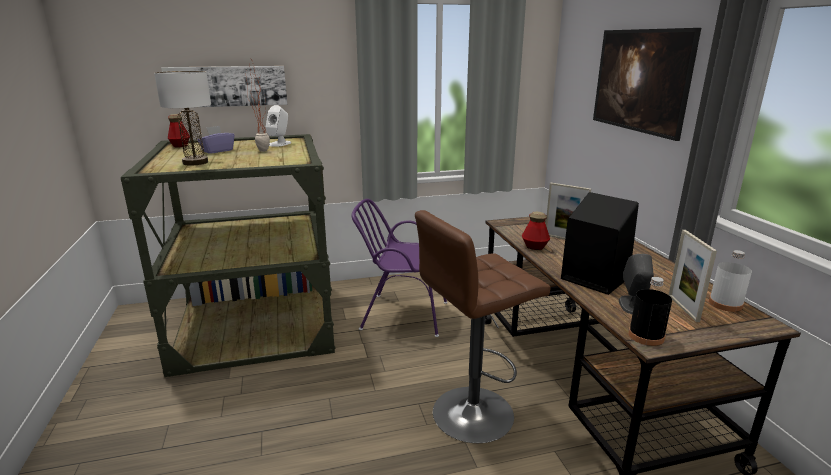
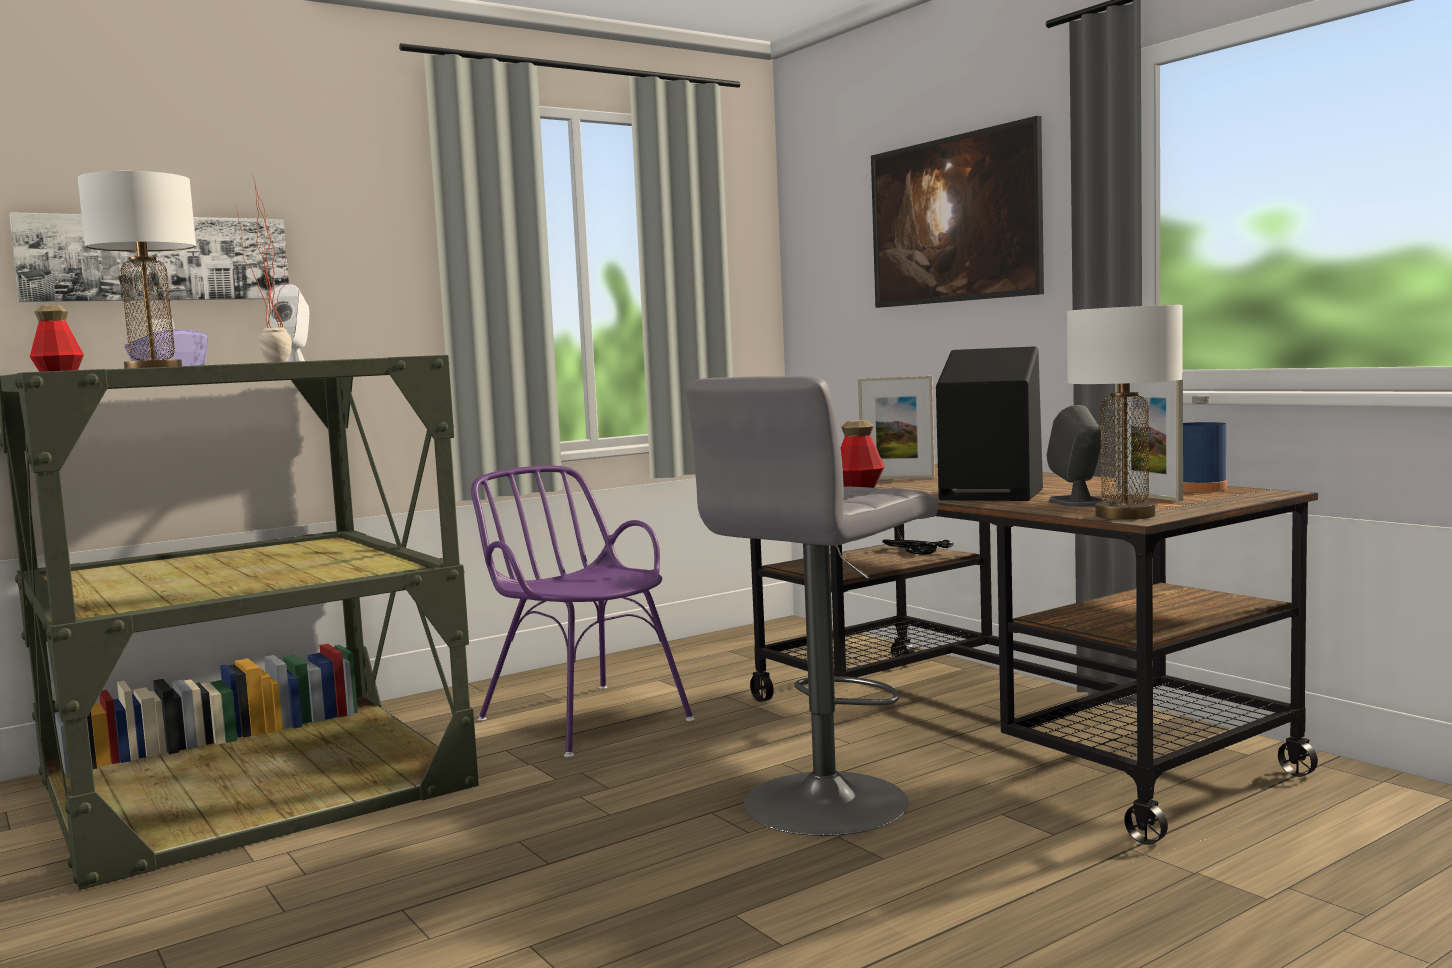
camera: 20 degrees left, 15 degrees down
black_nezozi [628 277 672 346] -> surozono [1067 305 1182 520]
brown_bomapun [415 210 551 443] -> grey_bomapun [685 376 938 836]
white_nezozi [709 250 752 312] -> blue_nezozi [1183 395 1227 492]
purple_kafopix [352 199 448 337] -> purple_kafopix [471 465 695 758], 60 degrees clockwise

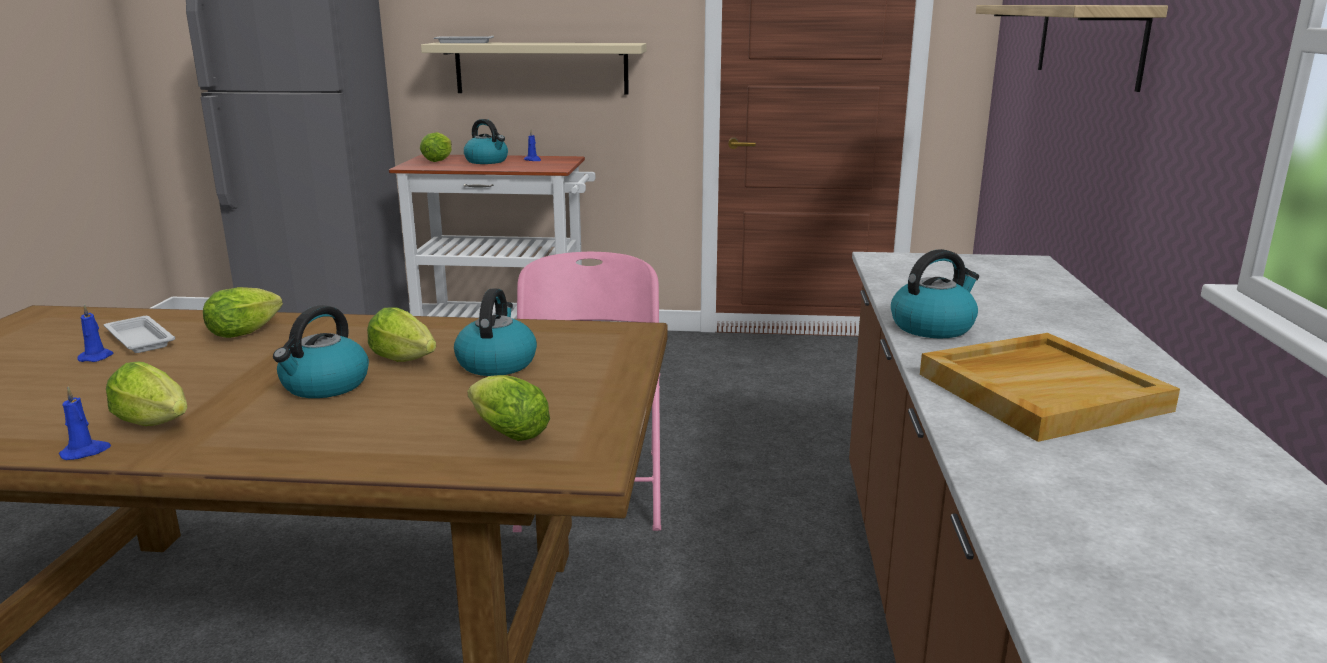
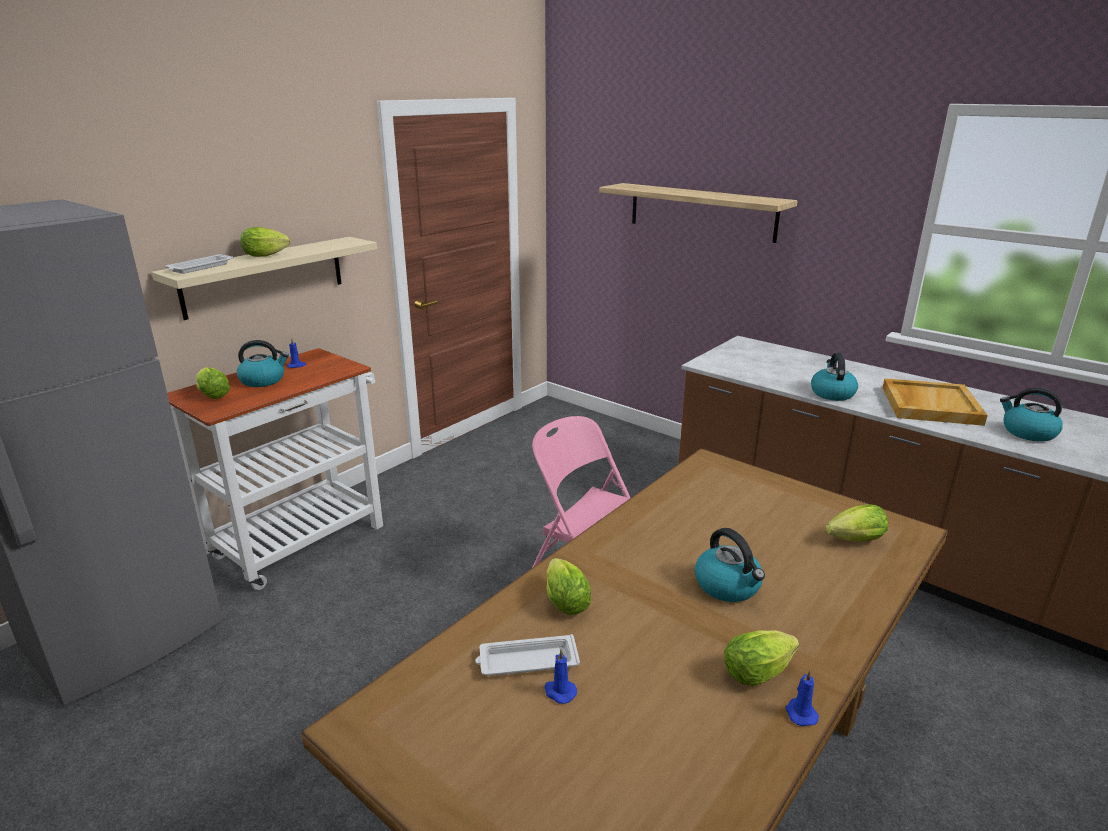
camera: 55 degrees left, 5 degrees up
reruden [367 307 436 362] -> reruden [240 227 291 257], move
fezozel [454 289 537 376] -> fezozel [1000 388 1063 442], move

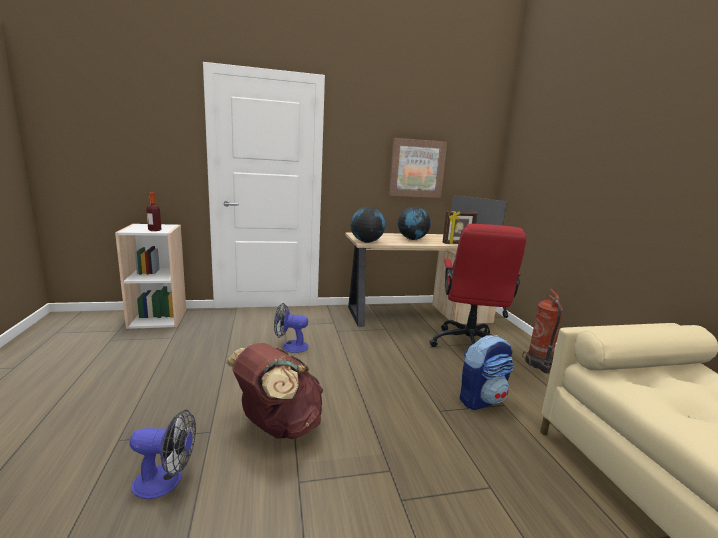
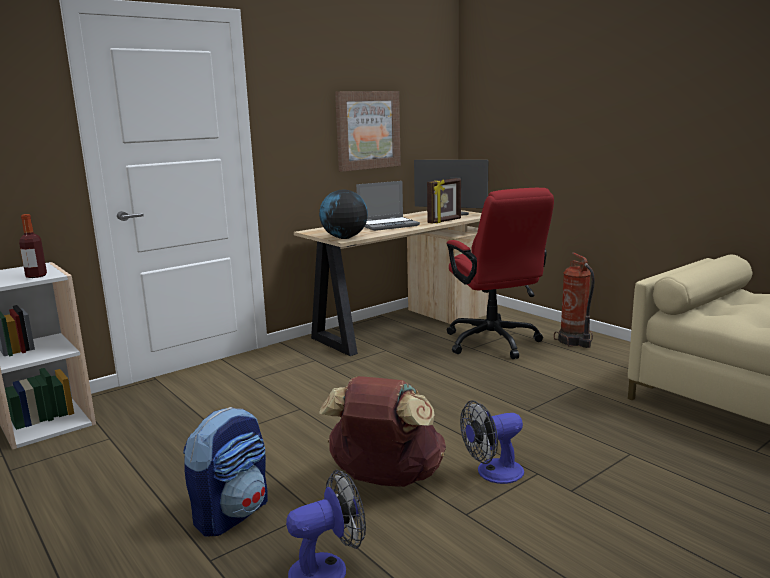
camera: 25 degrees left, 0 degrees up
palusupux [274 303 309 353] -> palusupux [460 400 524 484], move
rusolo [460 335 513 410] -> rusolo [183 407 268 537], move
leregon [398 206 431 240] -> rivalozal [356 181 420 231]

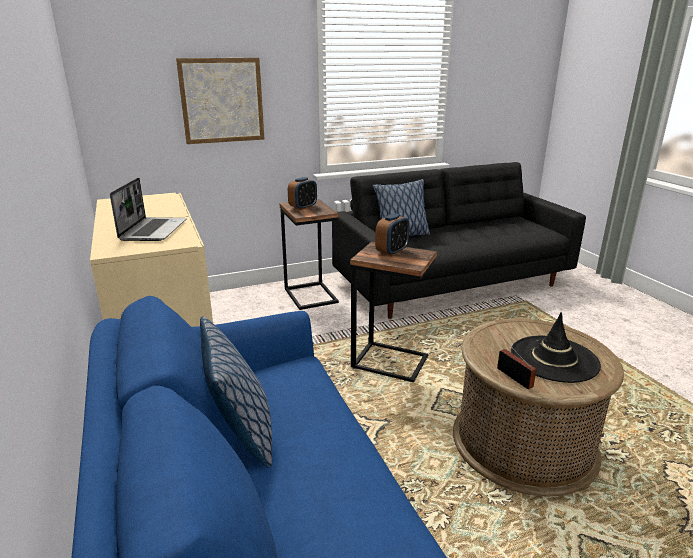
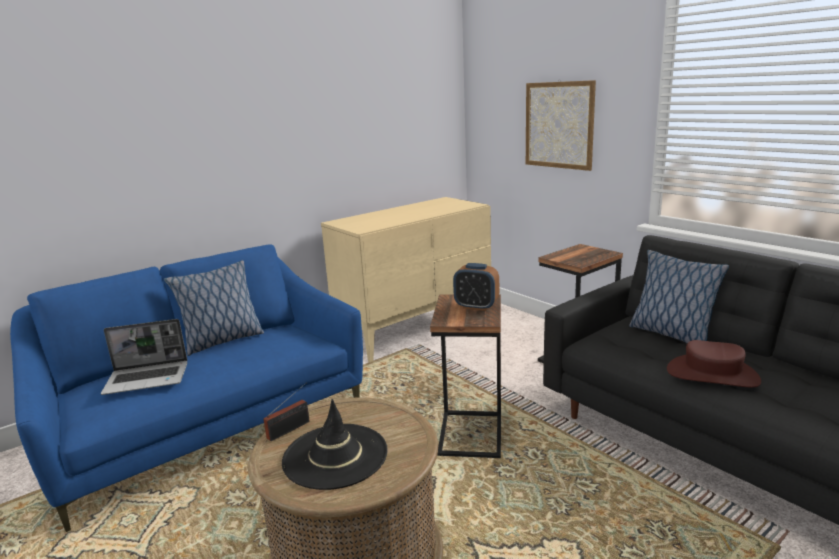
camera: 75 degrees right, 5 degrees down
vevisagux [288 177 317 210] -> none
none -> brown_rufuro [667 340 761 387]
rivalozal [110 177 187 241] -> rivalozal [101 319 187 395], move

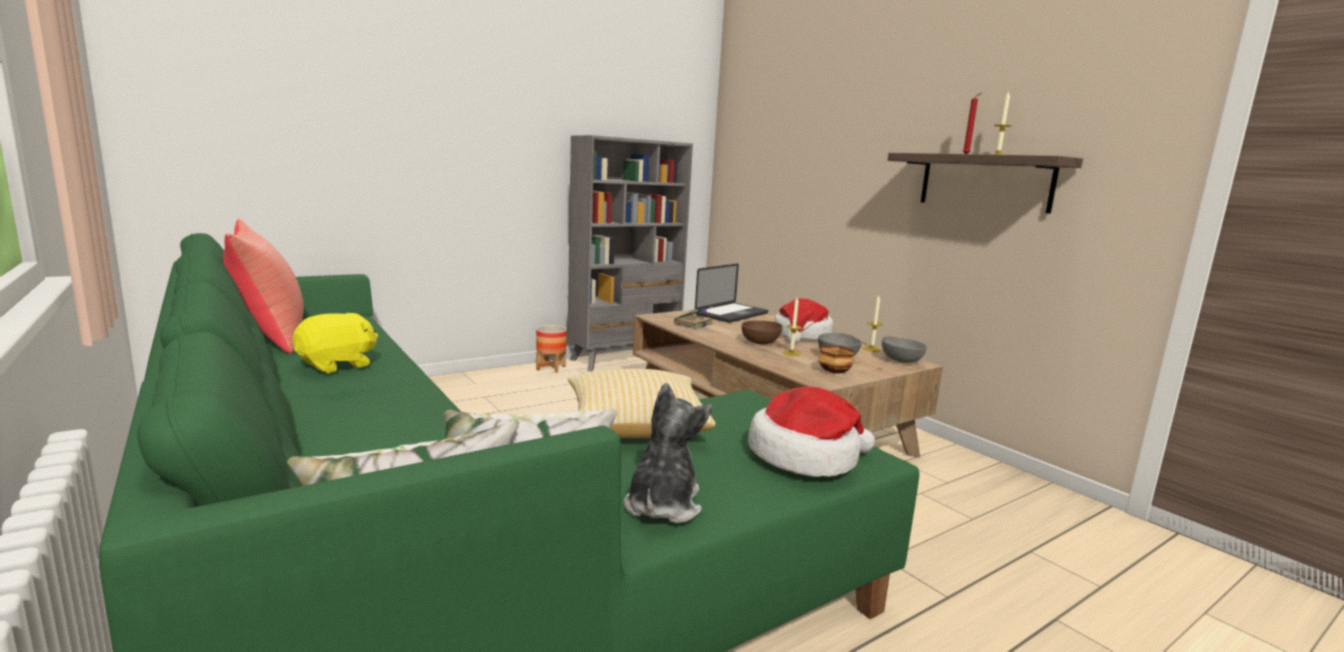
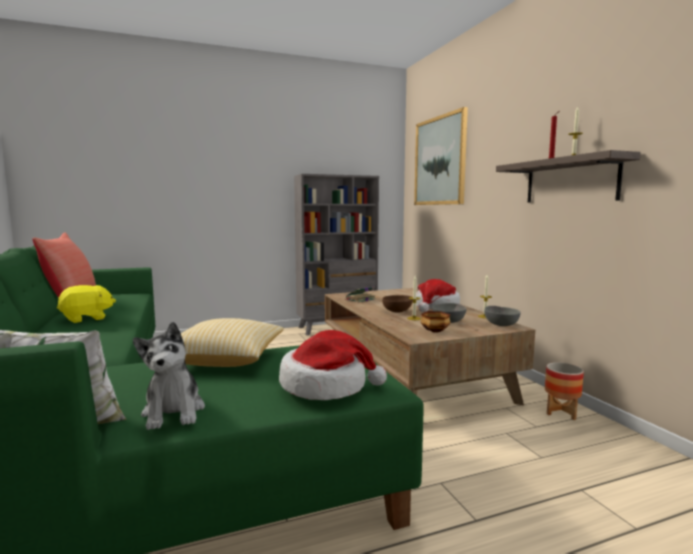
camera: 15 degrees right, 5 degrees down
rivalozal [695 263 768 323] -> none
none -> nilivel [414 107 468 205]
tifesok [536 325 567 373] -> tifesok [545 362 584 420], move
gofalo [624 382 712 523] -> gofalo [133 322 205 430], 135 degrees clockwise

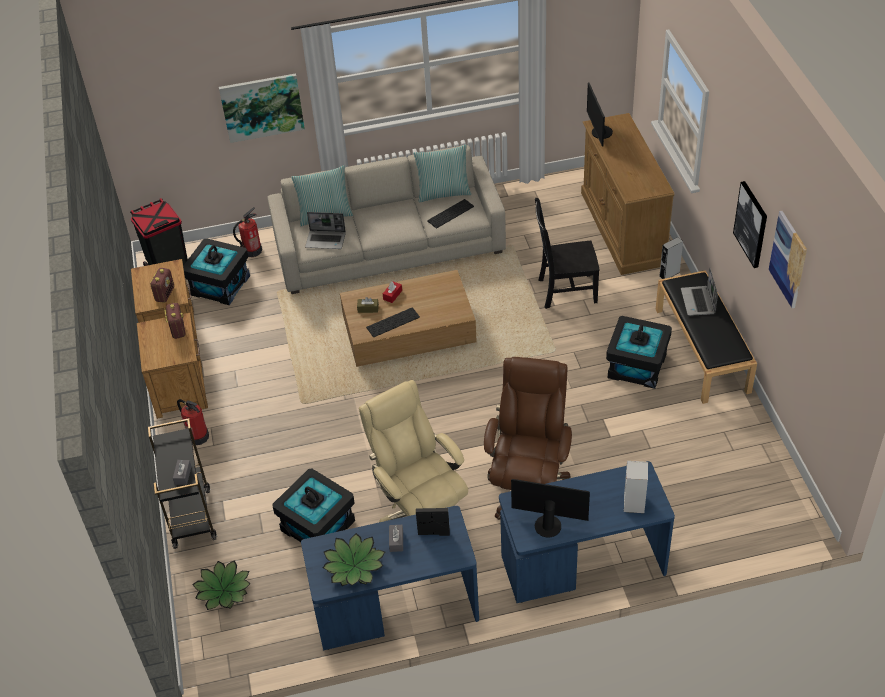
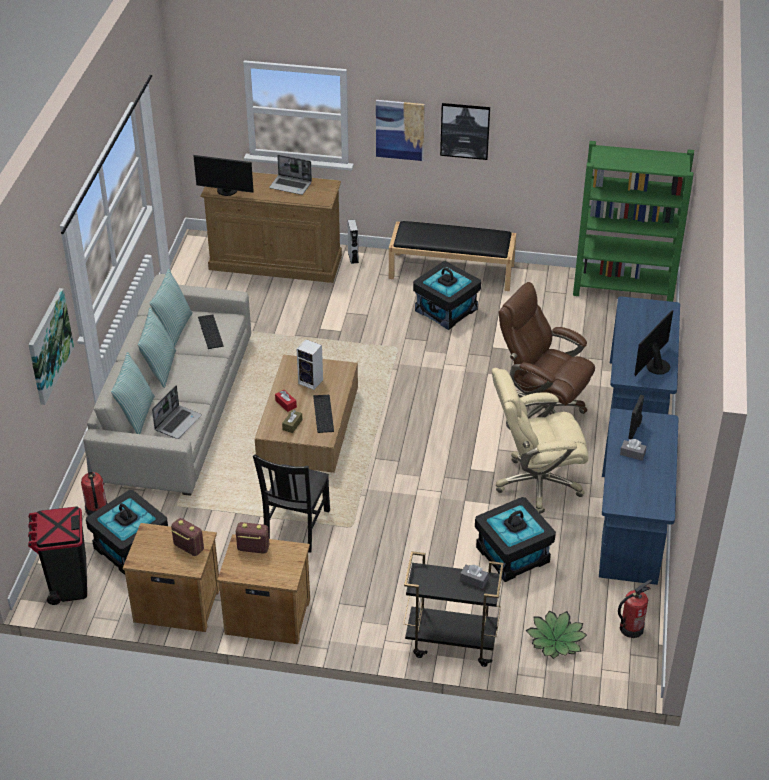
camera: 70 degrees left, 5 degrees down
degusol [323 533 385 586] -> none
none -> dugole [138 307 176 388]
none -> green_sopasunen [573 141 694 302]
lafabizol [177 399 209 445] -> lafabizol [618 579 652 638], move
black_kafopix [535 198 600 309] -> black_kafopix [253 455 330 552], move
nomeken [624 461 648 513] -> nomeken [297 339 323 390], move
rivalozal [681 268 718 316] -> rivalozal [269 155 312 195], move
nilivel [769 211 807 308] -> nilivel [376 100 425 161], move

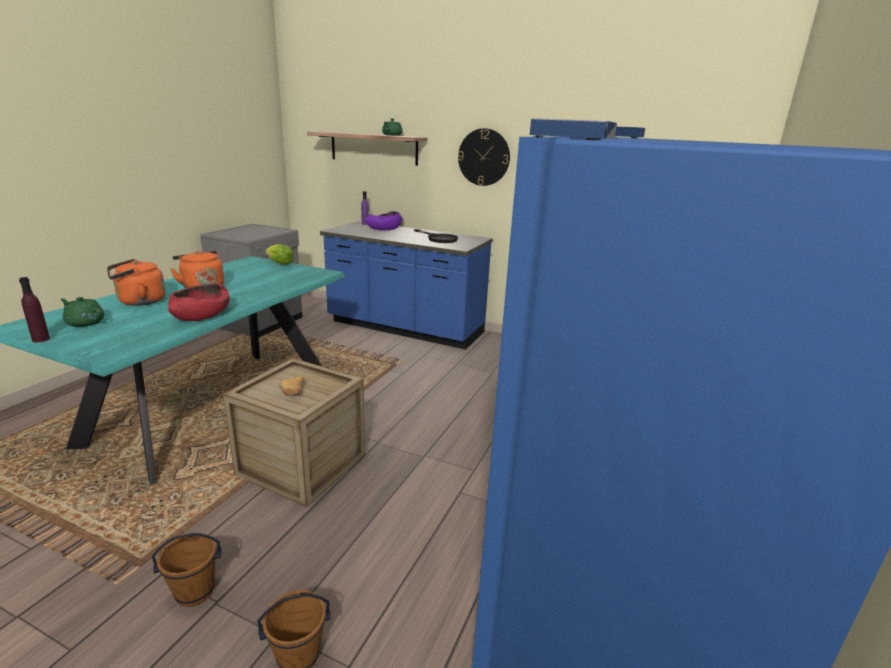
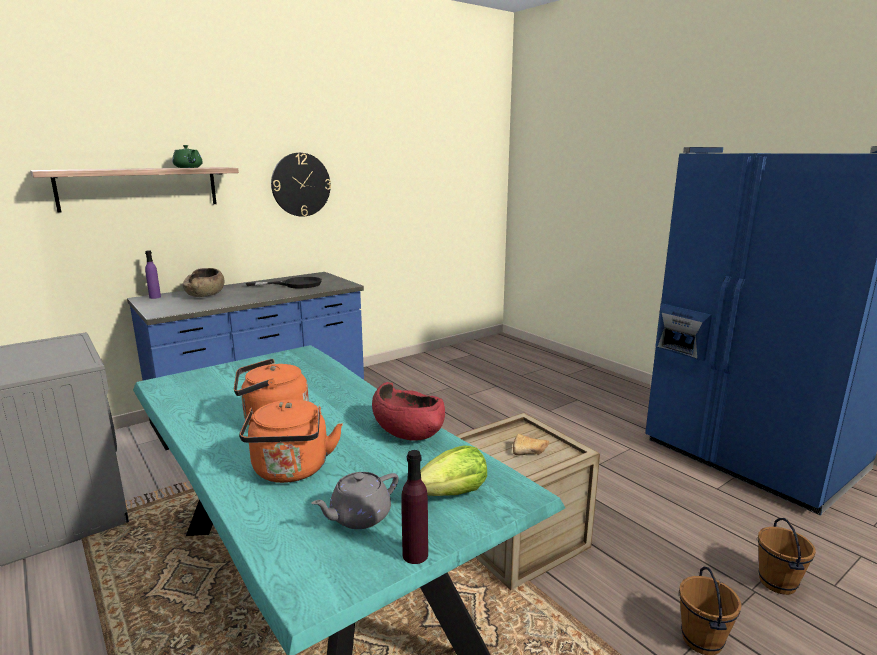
camera: 60 degrees left, 5 degrees down
reruden [265 244 294 265] -> reruden [420 445 487 496], move
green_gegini [61 297 104 327] -> grey_gegini [311 472 399 529]
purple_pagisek [366 211 403 230] -> brown_pagisek [182 268 225 297]

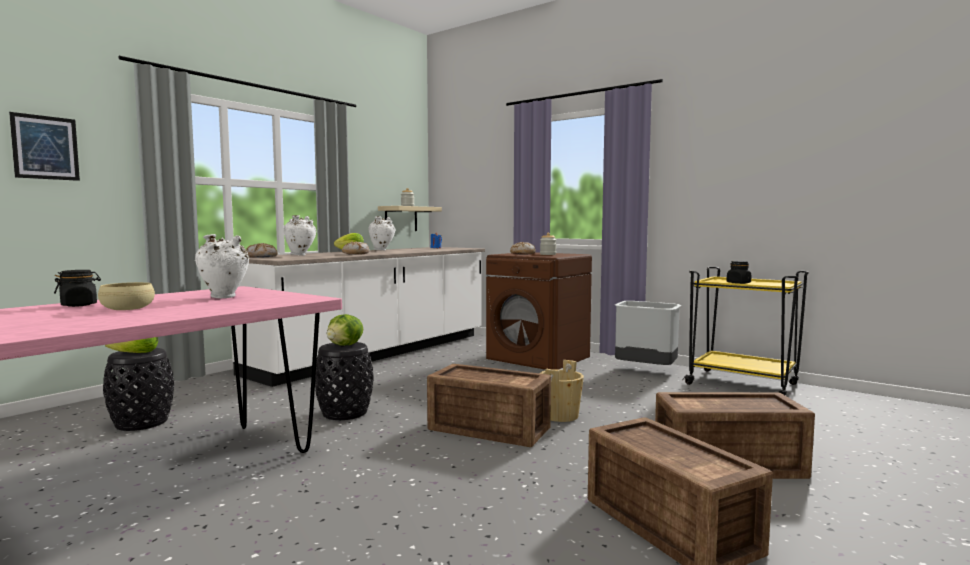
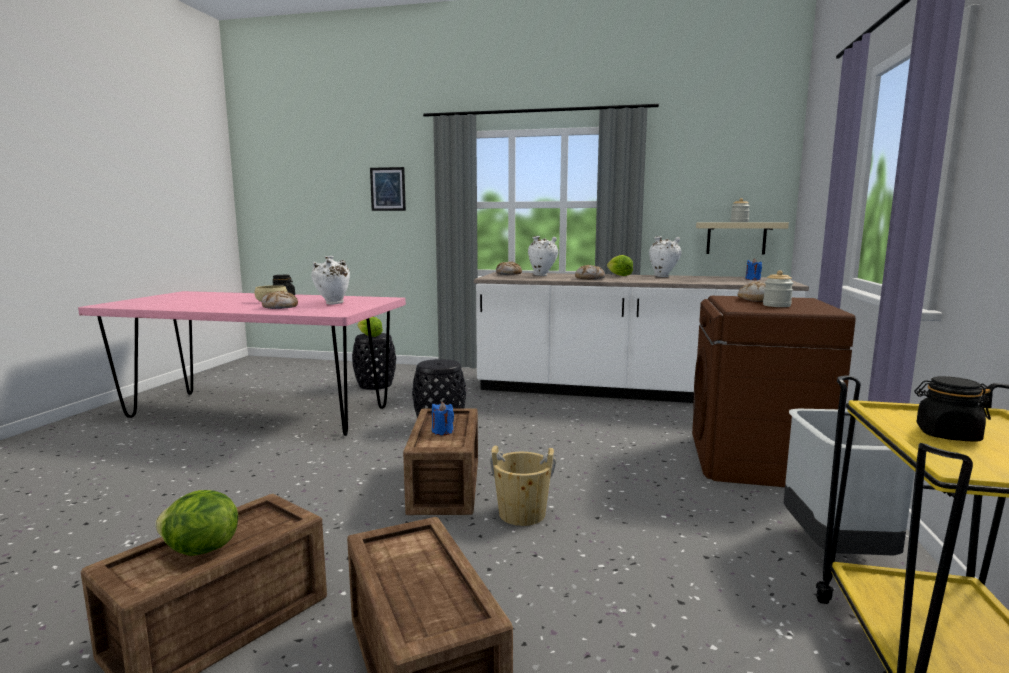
camera: 65 degrees right, 5 degrees up
none -> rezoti [262 291 298 309]
none -> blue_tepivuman [432 402 454 435]
reruden [327 314 363 346] -> reruden [155 490 238 556], move

